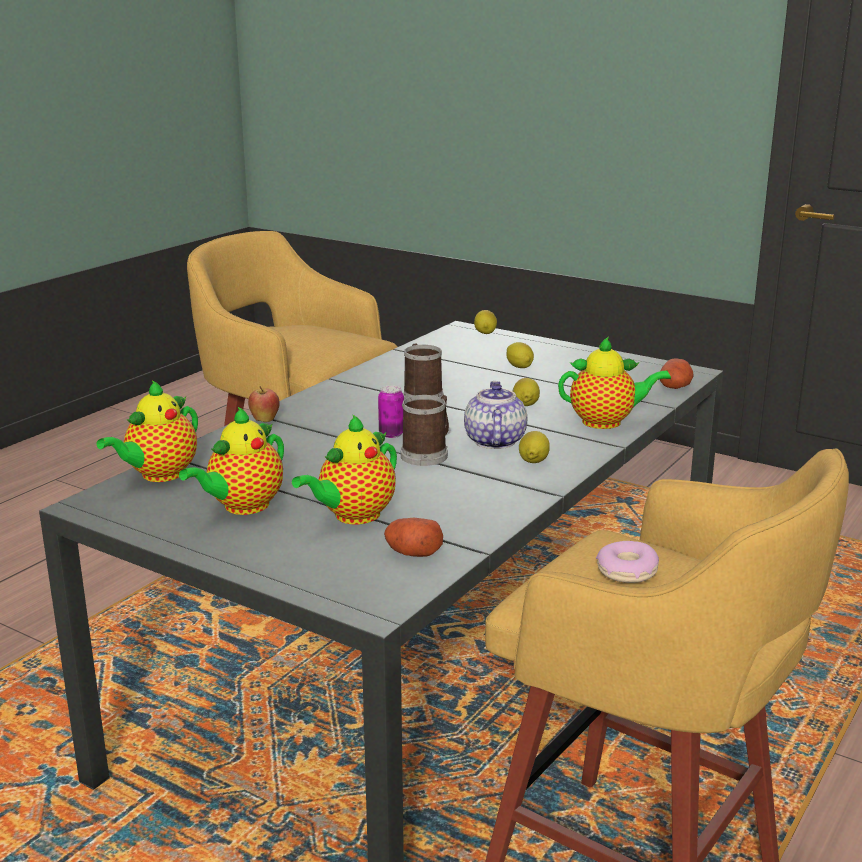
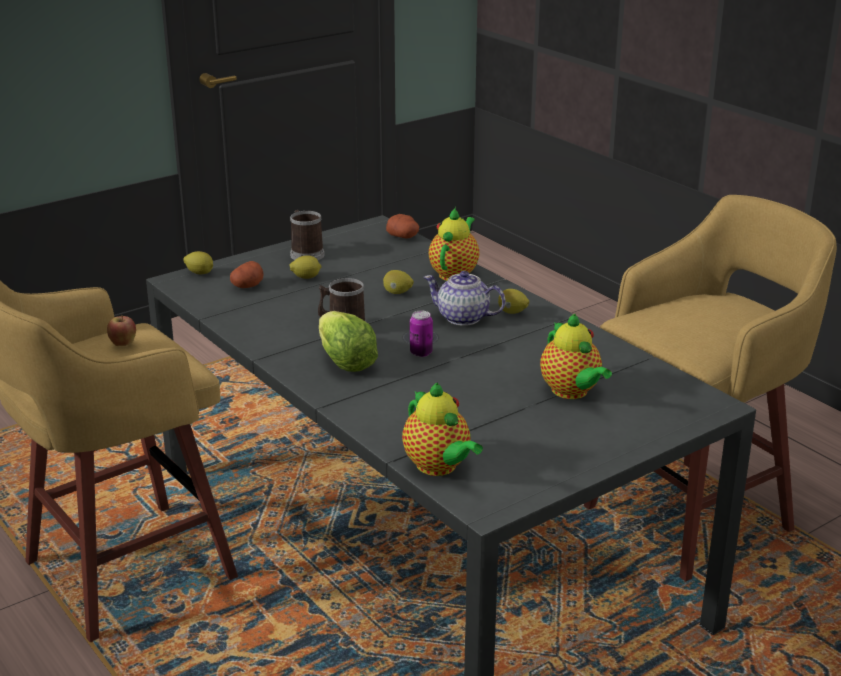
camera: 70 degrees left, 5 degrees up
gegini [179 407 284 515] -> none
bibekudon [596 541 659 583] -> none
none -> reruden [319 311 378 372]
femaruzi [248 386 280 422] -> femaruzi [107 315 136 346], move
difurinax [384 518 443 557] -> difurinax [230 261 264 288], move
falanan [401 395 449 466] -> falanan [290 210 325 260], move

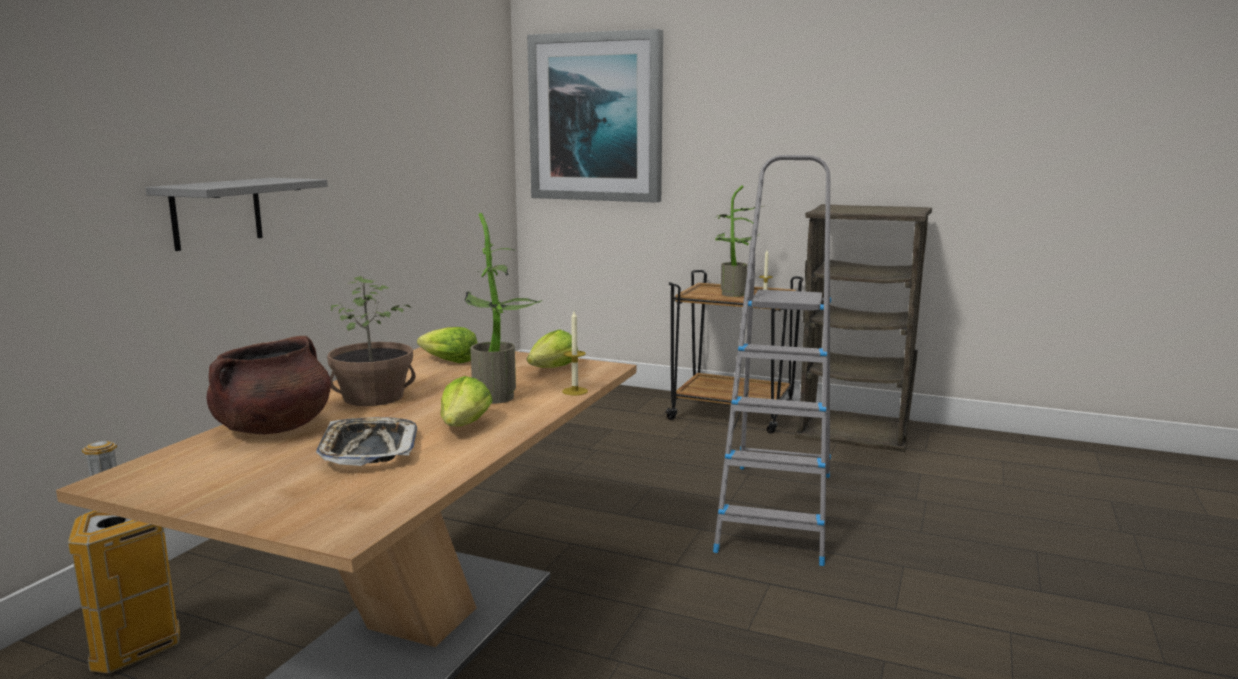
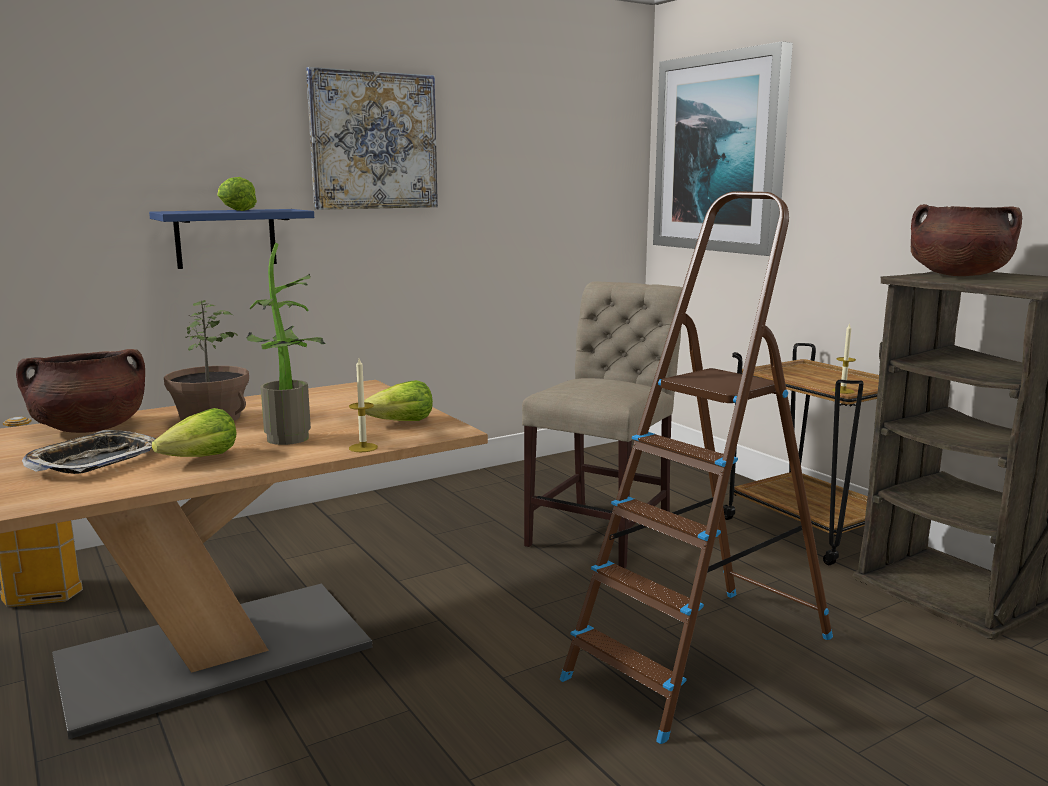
camera: 35 degrees right, 0 degrees up
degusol [715 185 765 297] -> none
none -> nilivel [306 67 438 210]
none -> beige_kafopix [522 281 682 568]
none -> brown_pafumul [911 204 1022 276]
reruden [417 327 478 363] -> reruden [217 177 257 211], move
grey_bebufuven [146 178 328 251] -> blue_bebufuven [149 209 314 269]
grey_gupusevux [713 155 831 566] -> brown_gupusevux [560 191 833 744]

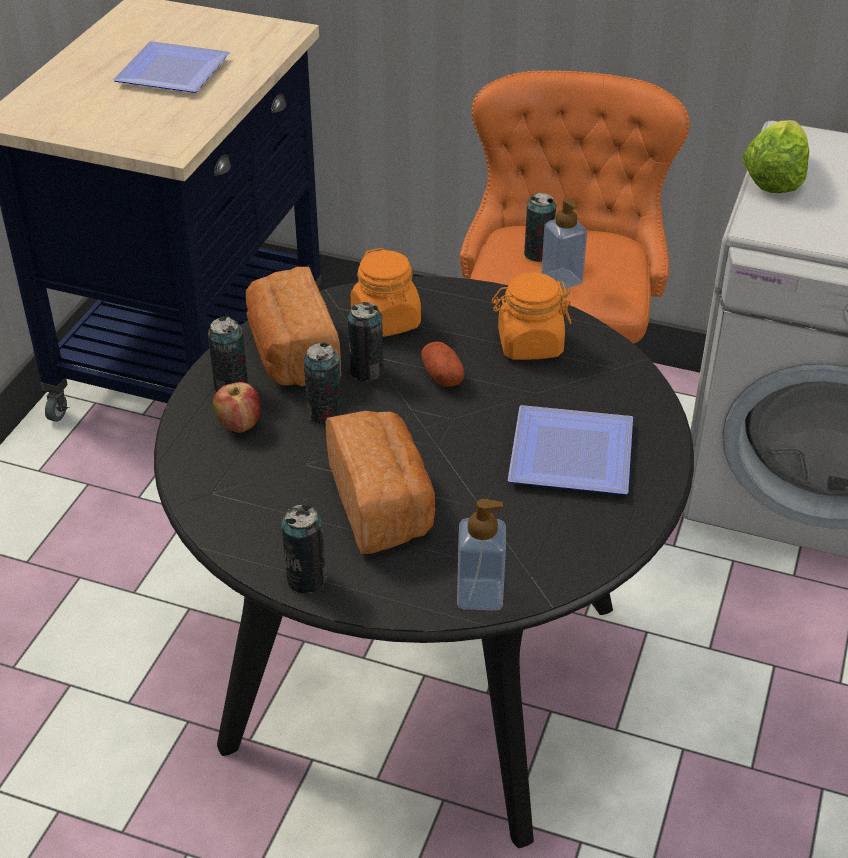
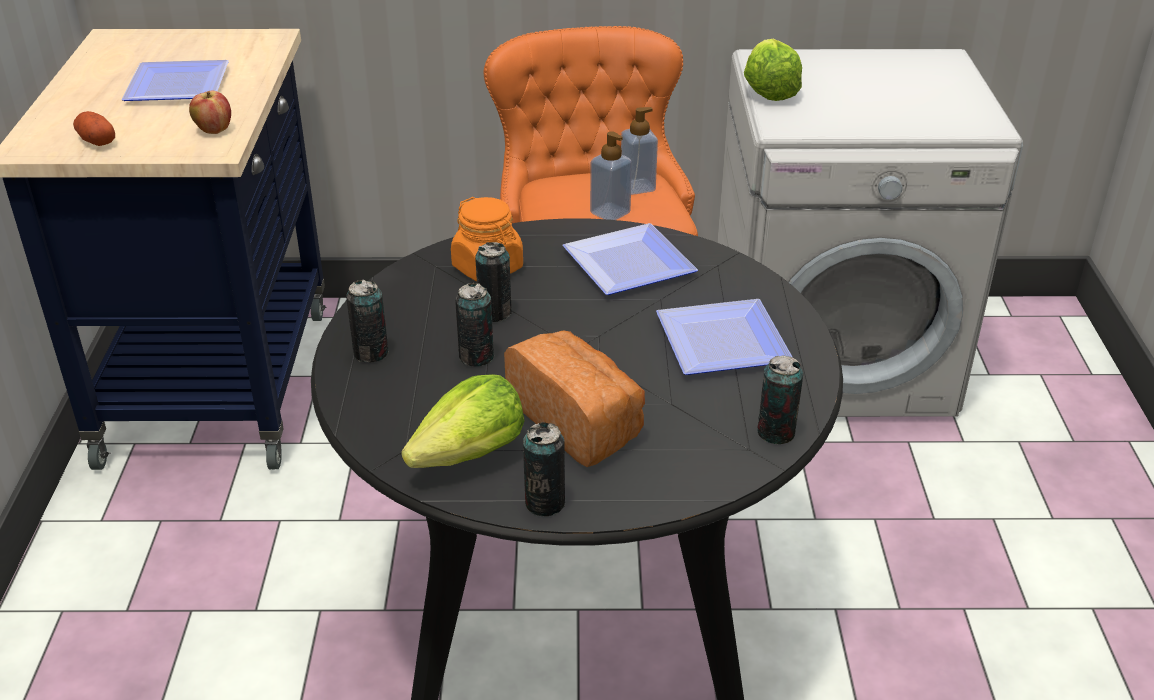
camera: 20 degrees left, 5 degrees down
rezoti [246 267 341 386] -> none
none -> reruden [401 374 525 468]
femaruzi [213 382 261 433] -> femaruzi [189 91 231 134], move
difurinax [421 342 465 387] -> difurinax [73 111 115 146], move
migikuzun [457 499 506 611] -> migikuzun [621 107 658 195], move
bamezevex [524 193 556 262] -> bamezevex [757 355 803 444], move
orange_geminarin [491 272 572 360] -> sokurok [562 223 698 295]

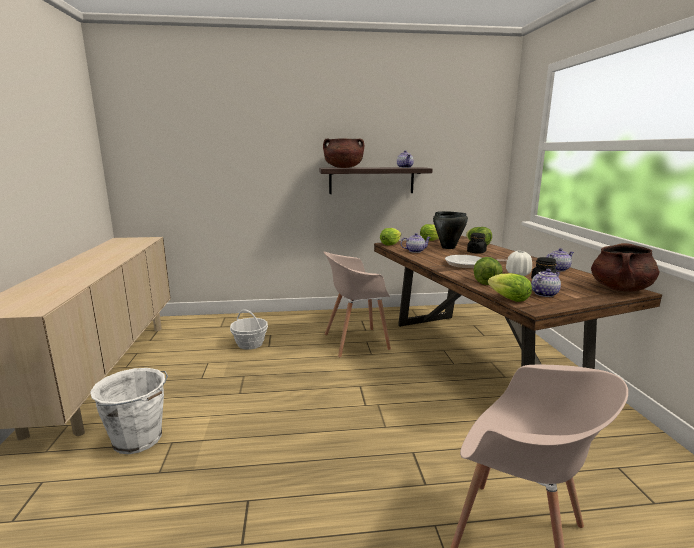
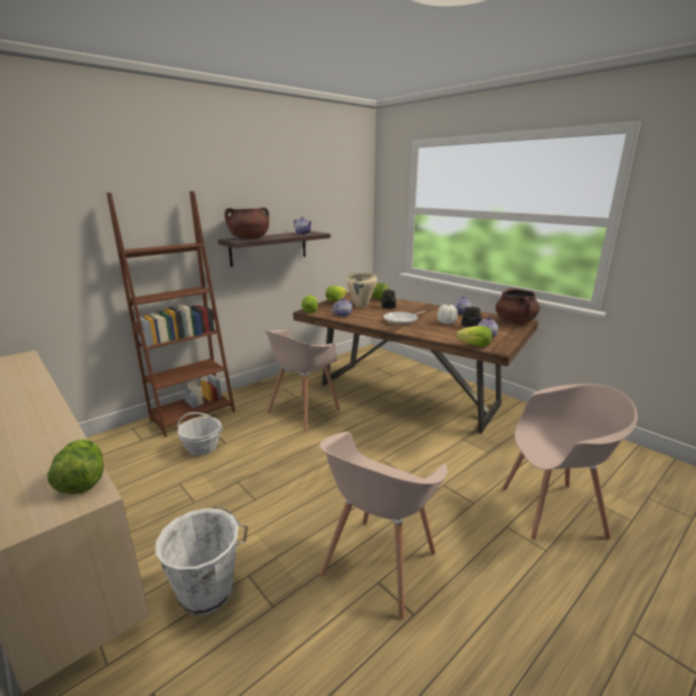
camera: 35 degrees left, 5 degrees up
none -> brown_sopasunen [107 191 235 437]
none -> beige_kafopix [320 432 447 619]
reruden [474 257 503 285] -> reruden [47 439 104 494], move
black_pafumul [433 211 468 249] -> beige_pafumul [346 273 377 308]

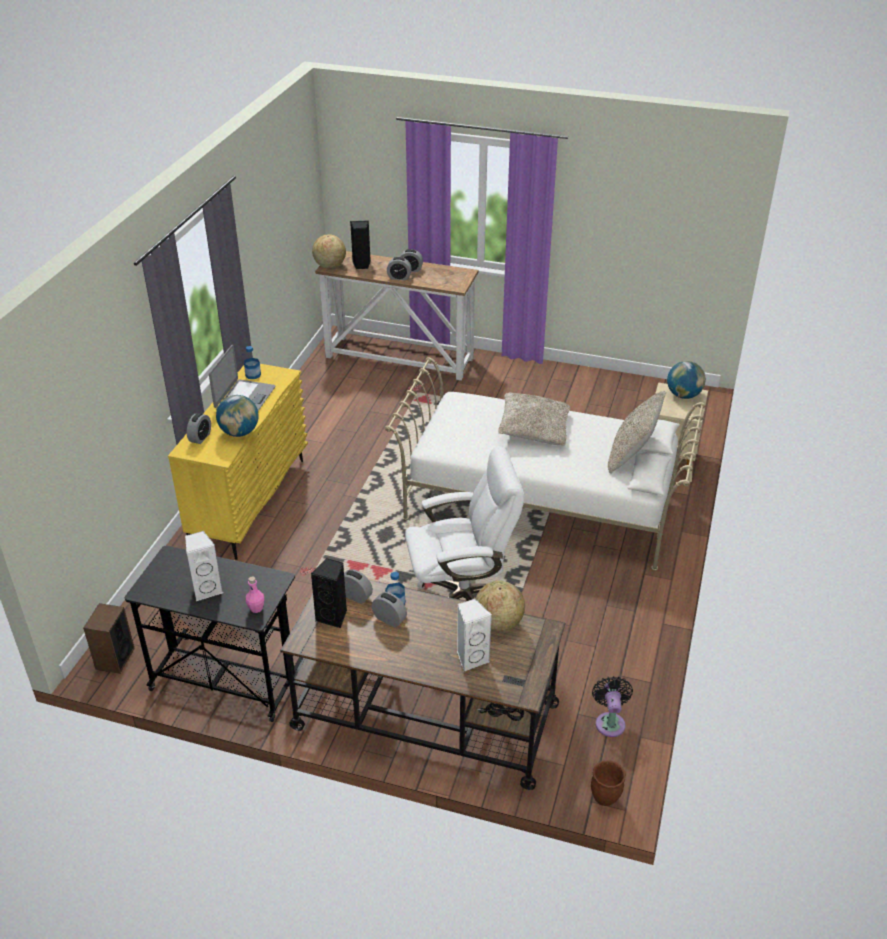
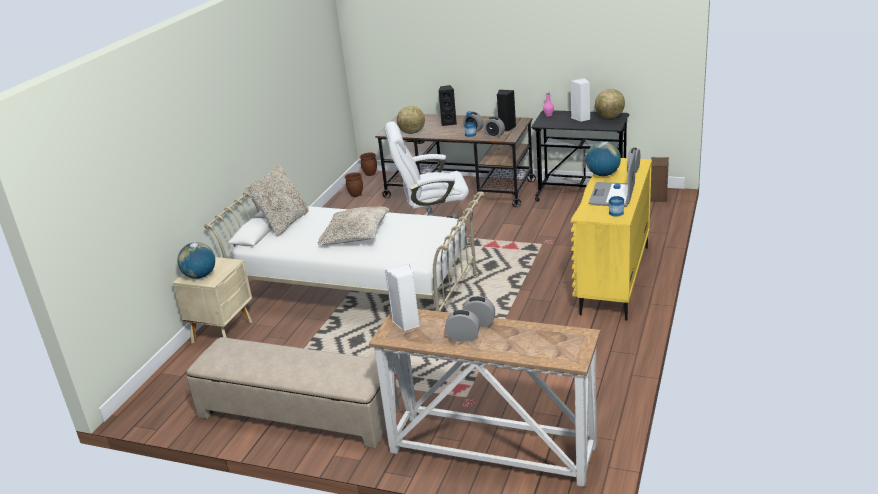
camera: 175 degrees left, 10 degrees down
none -> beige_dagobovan [187 337 399 448]
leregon [312 234 346 269] -> leregon [595 89 625 118], move
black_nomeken [350 220 371 269] -> black_nomeken [438 85 457 126], move
white_nomeken [457 598 492 671] -> white_nomeken [385 263 420 331], move
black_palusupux [592 676 633 737] -> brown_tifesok [345 172 363 197]

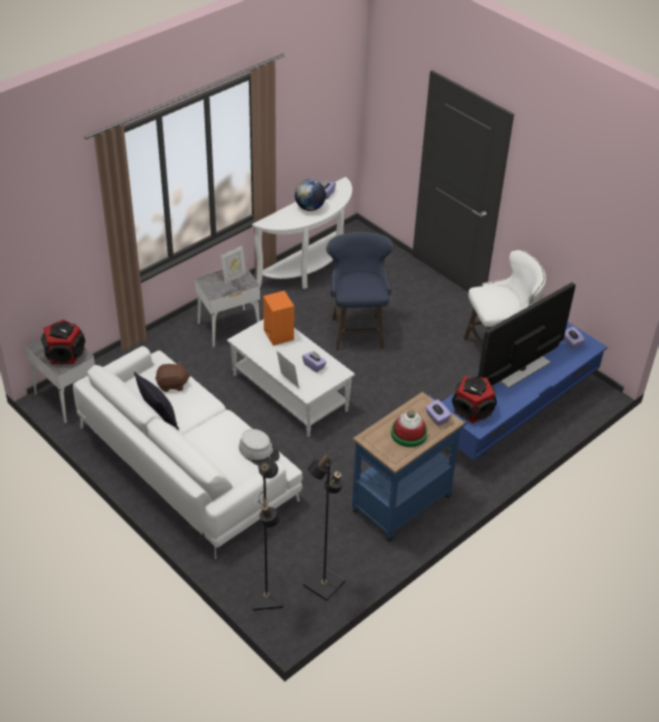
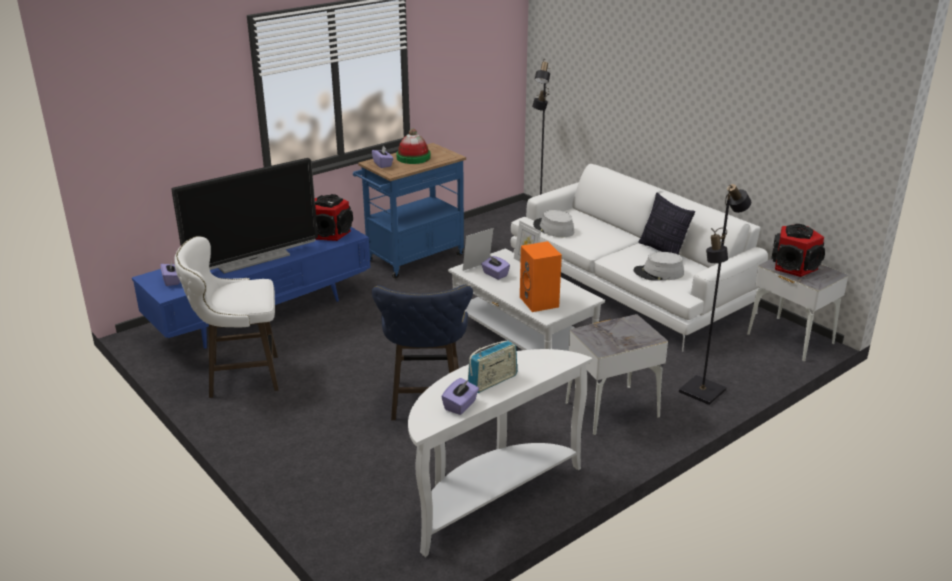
camera: 175 degrees left, 15 degrees down
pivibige [221 246 246 284] -> pivibige [463 228 494 271], move
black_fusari [303 449 345 601] -> black_fusari [679 184 751 405], move
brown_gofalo [155 361 190 392] -> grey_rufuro [634 252 684 281]
leregon [295 179 326 211] -> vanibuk [468 340 517 393]

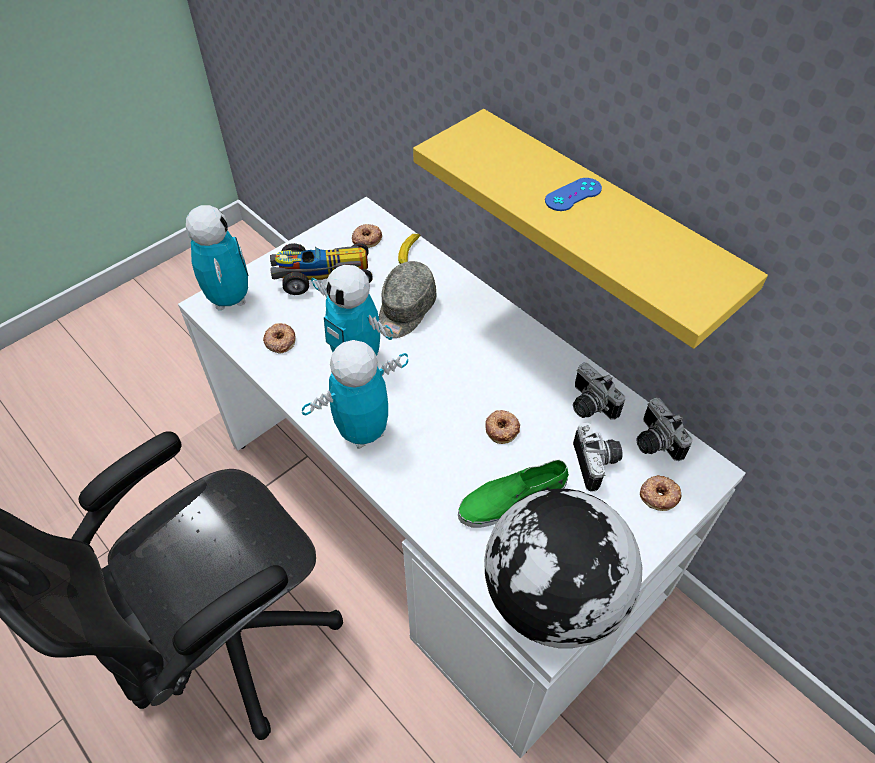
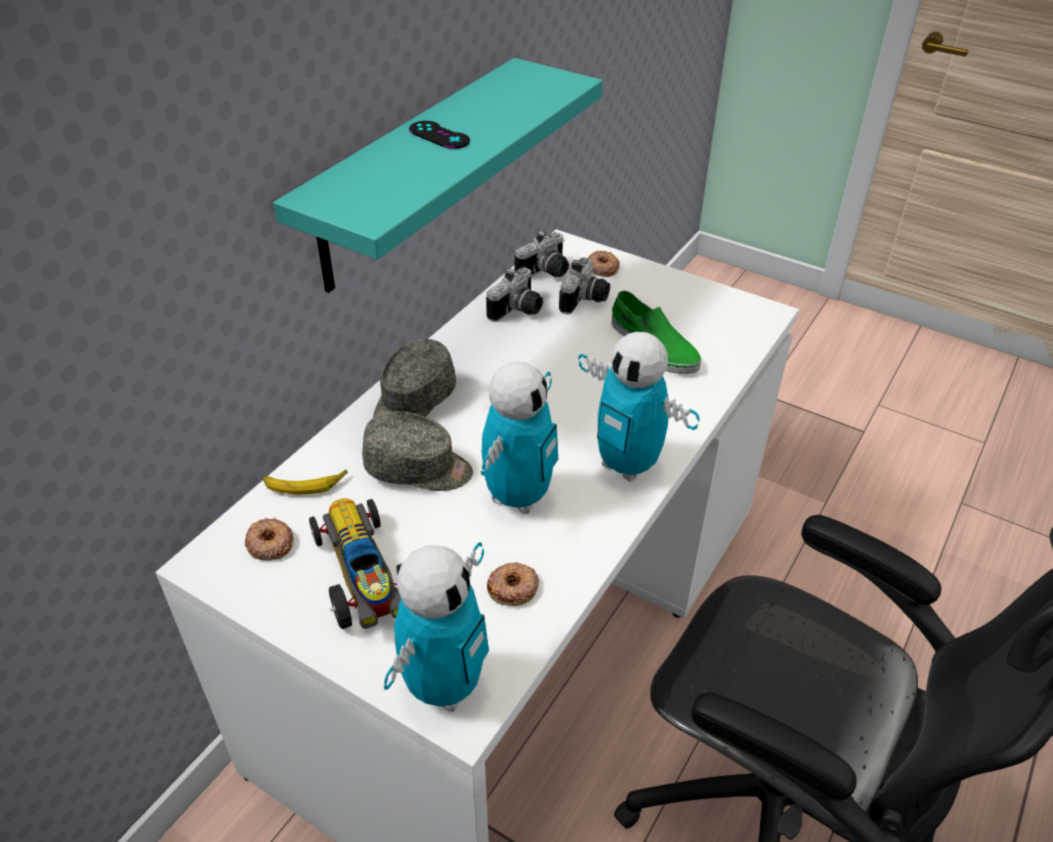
camera: 105 degrees left, 10 degrees down
leregon [484 489 642 648] -> none
bibekudon [485 410 520 444] -> none
none -> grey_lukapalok [373 339 456 418]
yellow_bebufuven [413 109 768 349] -> turquoise_bebufuven [273 58 603 293]
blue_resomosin [545 178 602 211] -> black_resomosin [409 121 470 149]
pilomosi [186 205 248 310] -> pilomosi [384 542 489 712], 150 degrees clockwise
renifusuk [573 423 623 492] -> renifusuk [559 257 610 315], 135 degrees clockwise

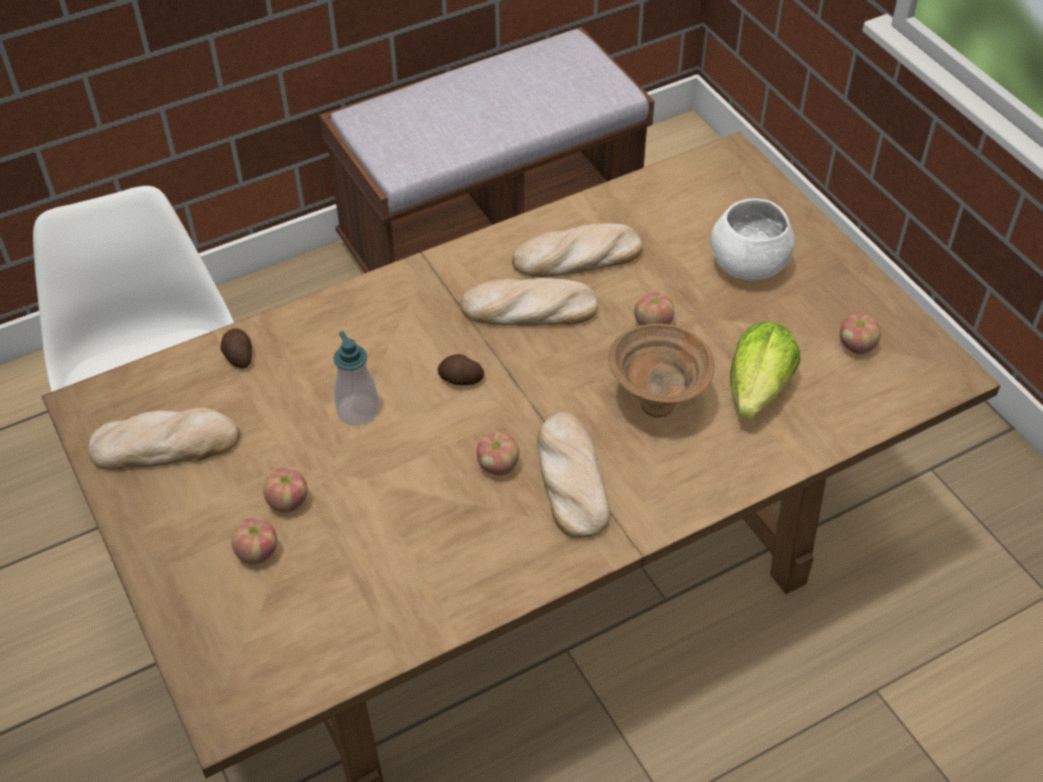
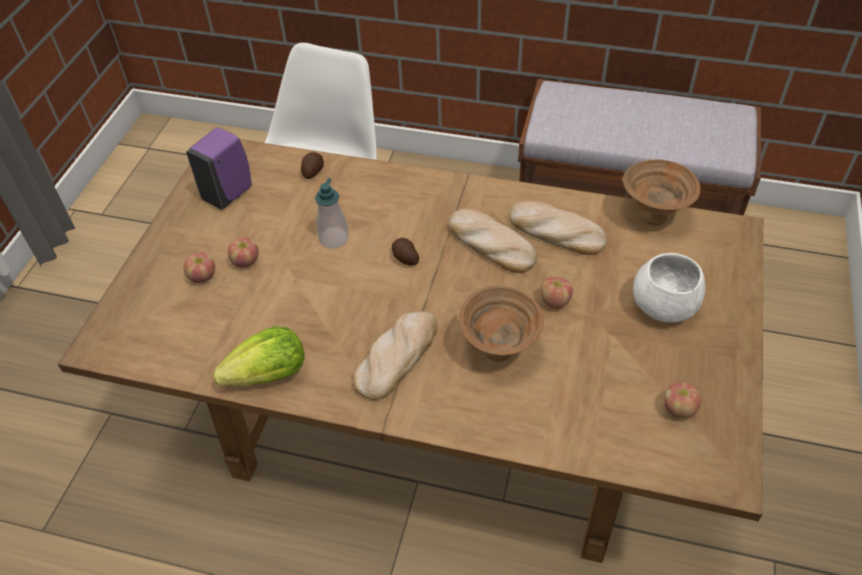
camera: 45 degrees right, 0 degrees up
femaruzi [477 432 520 475] -> none
none -> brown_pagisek [623 159 701 226]
reruden [730 322 800 419] -> reruden [213 326 305 386], move
rezoti [88 408 240 470] -> purple_migikuzun [186 127 252 210]

